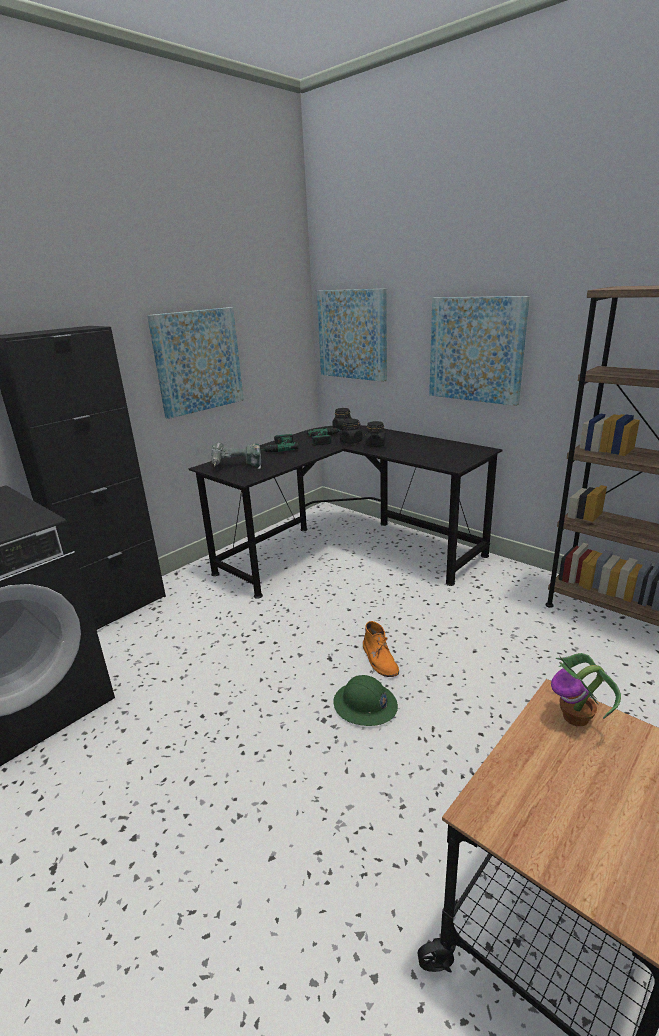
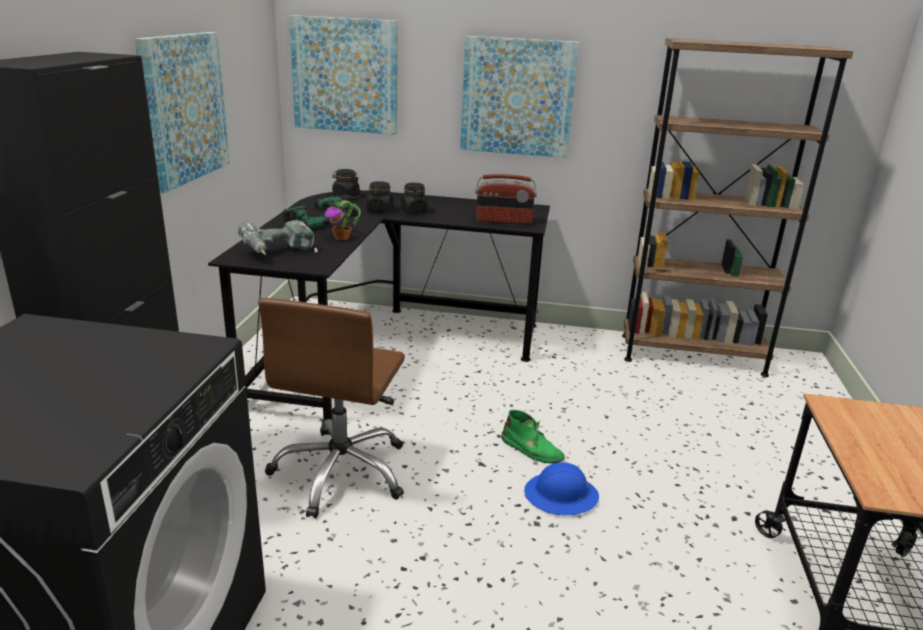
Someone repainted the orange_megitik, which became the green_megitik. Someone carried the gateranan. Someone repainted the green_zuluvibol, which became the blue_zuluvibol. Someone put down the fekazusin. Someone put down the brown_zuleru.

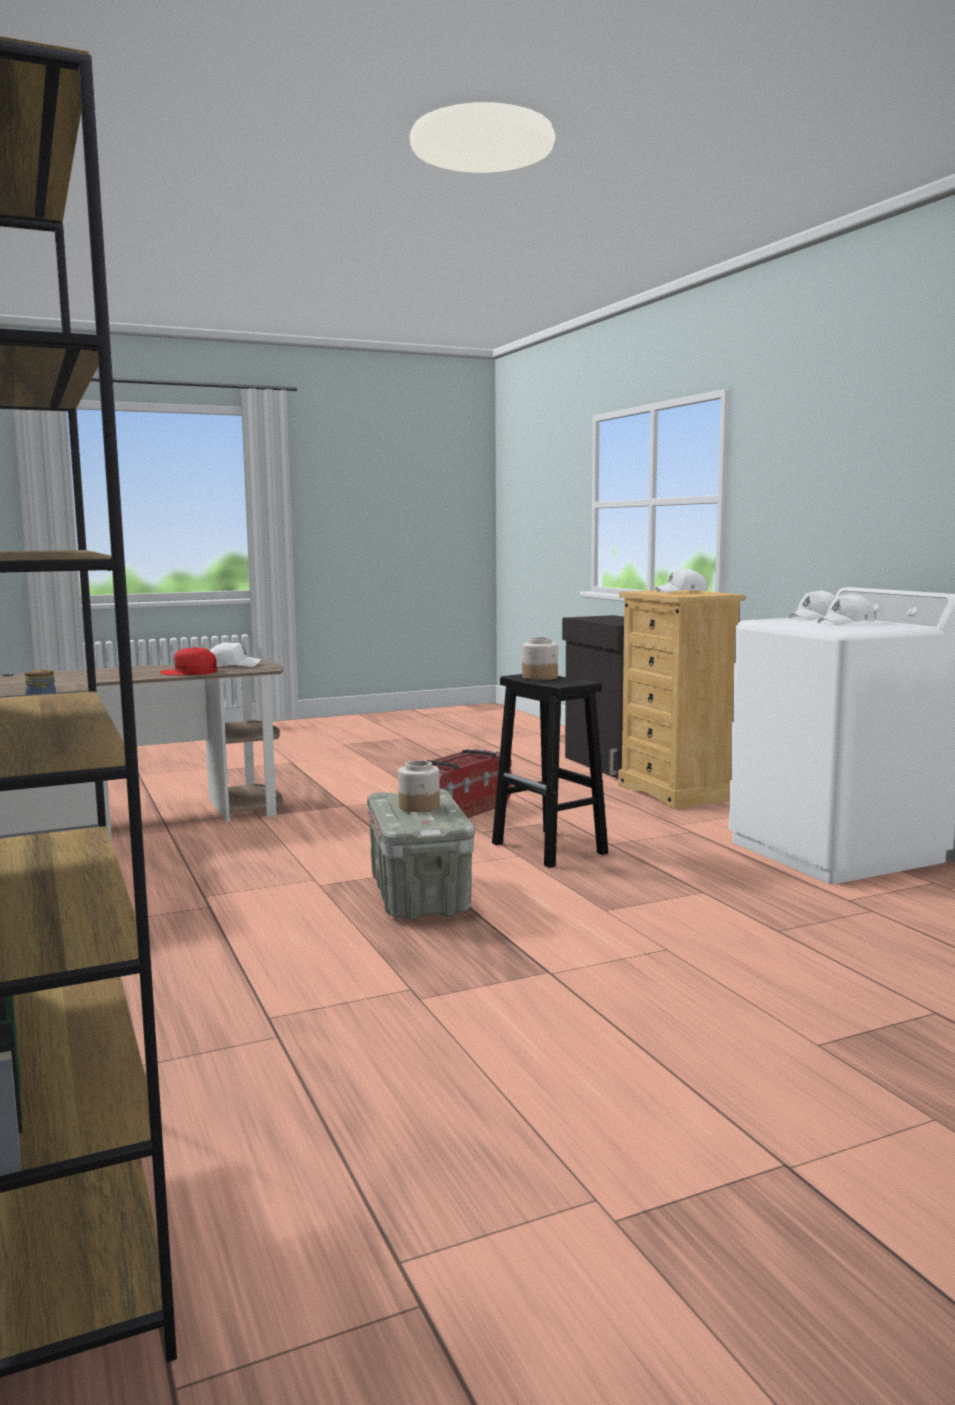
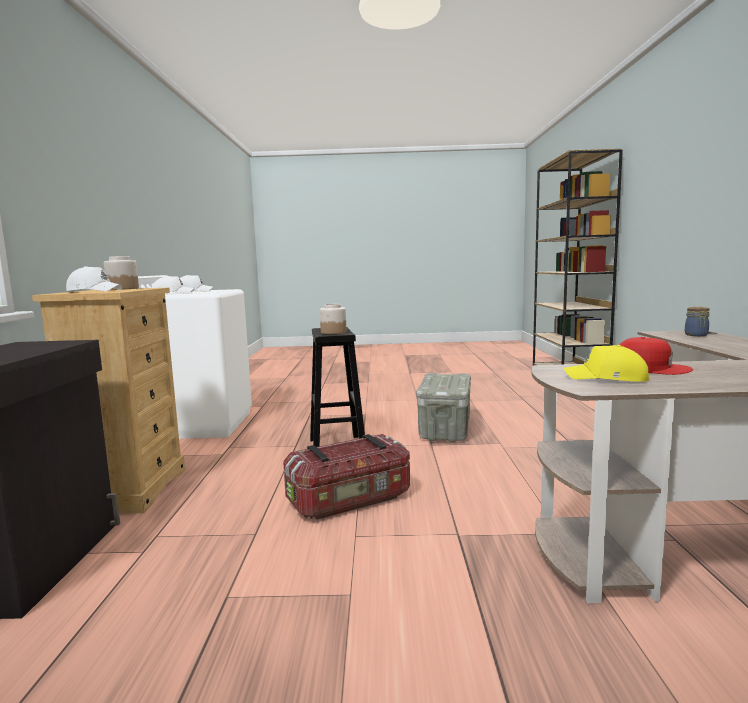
Someone repainted the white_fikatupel (no. 1 from left), which became the yellow_fikatupel. Someone carried the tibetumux (no. 2 from left in the first image).

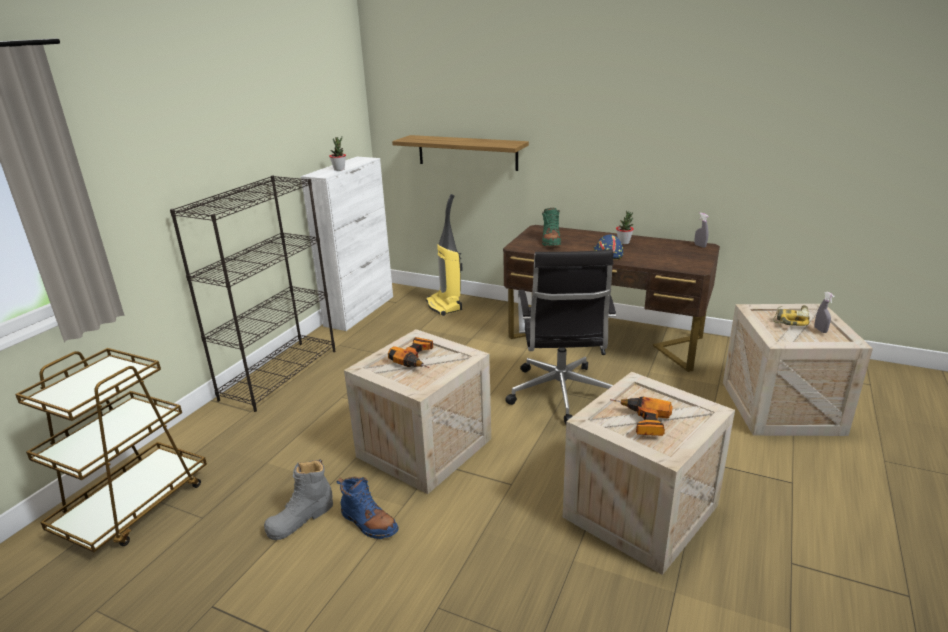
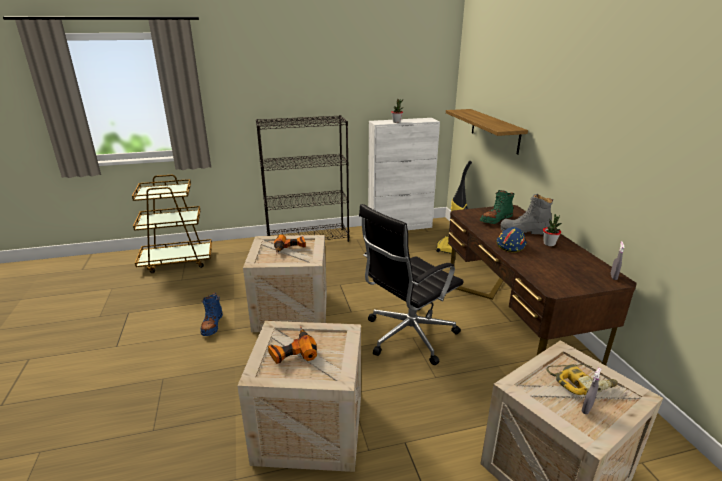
Someone carried the grey_megitik.

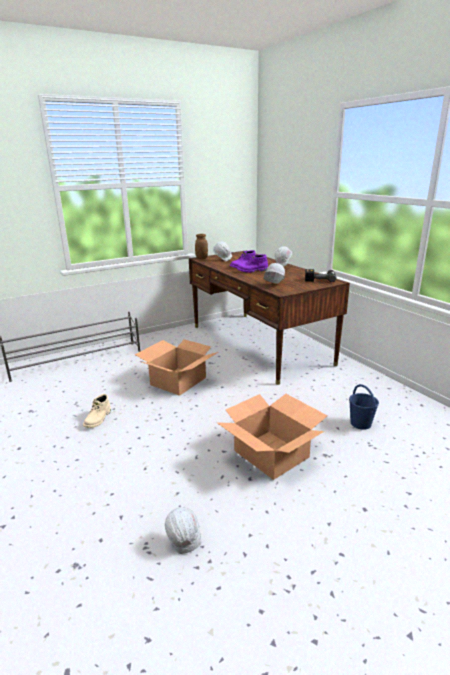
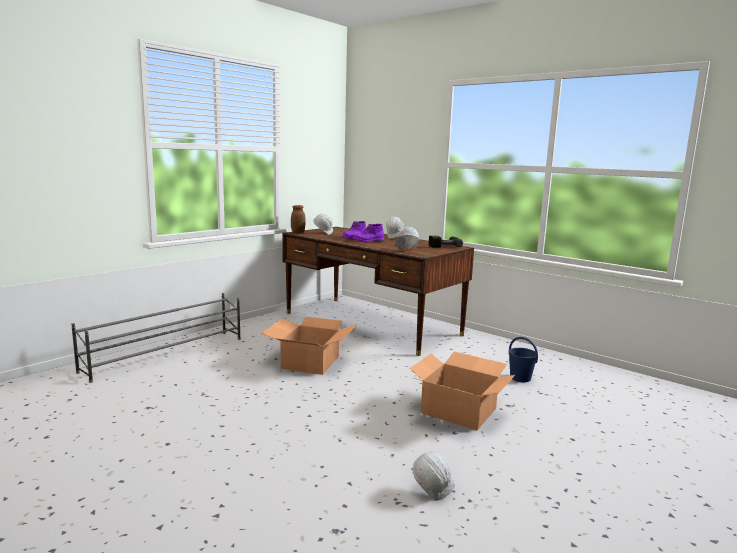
Someone took away the beige_megitik.

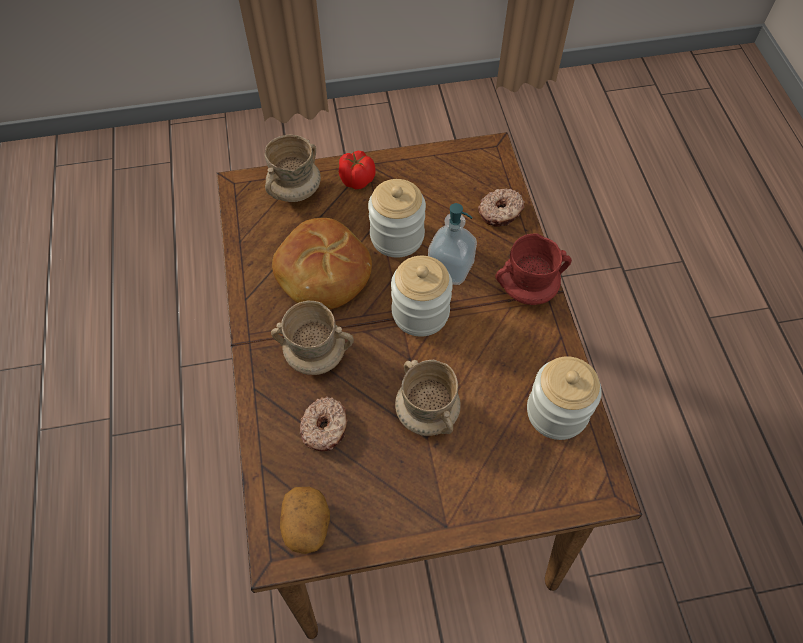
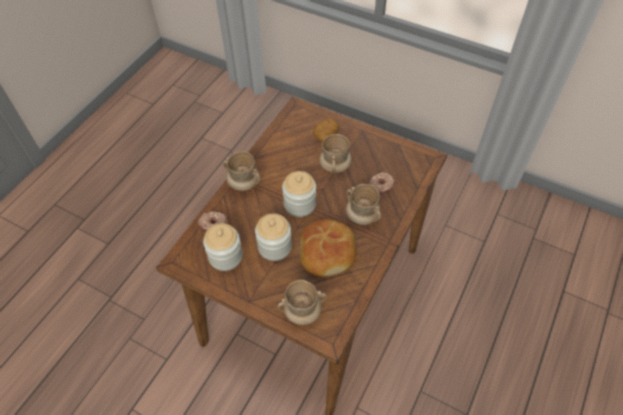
Someone took away the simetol. Someone took away the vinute. Someone repainted the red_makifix, which became the beige_makifix (no. 1 from left). Someone carried the tibetumux (no. 3 from left in the first image). Someone carried the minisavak.

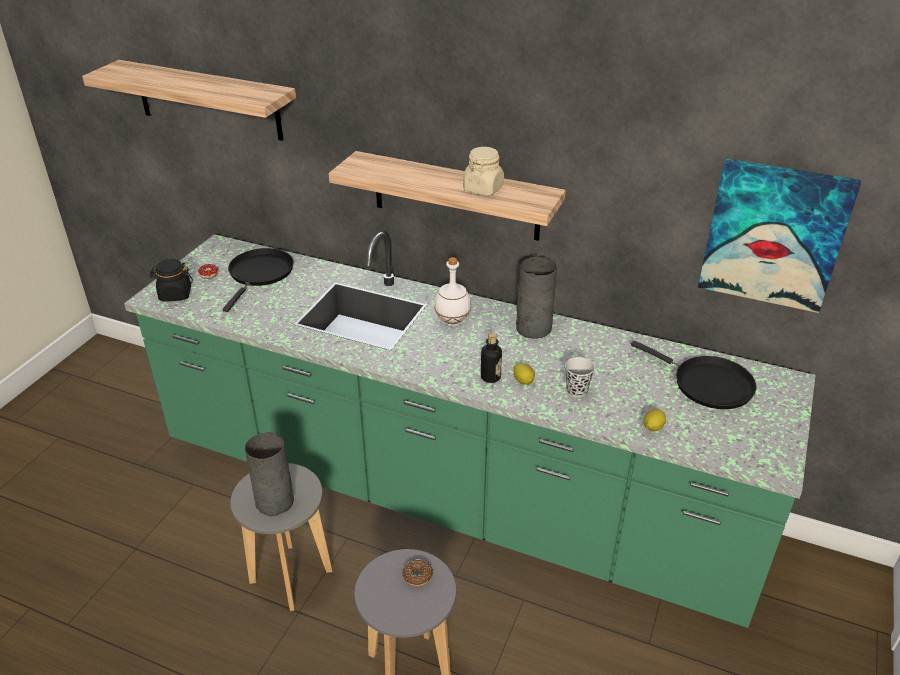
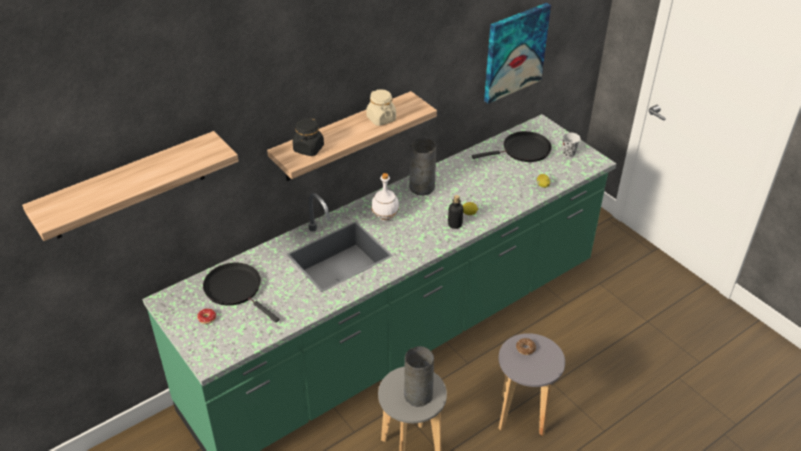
Someone carried the black_tibetumux. Someone carried the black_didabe.

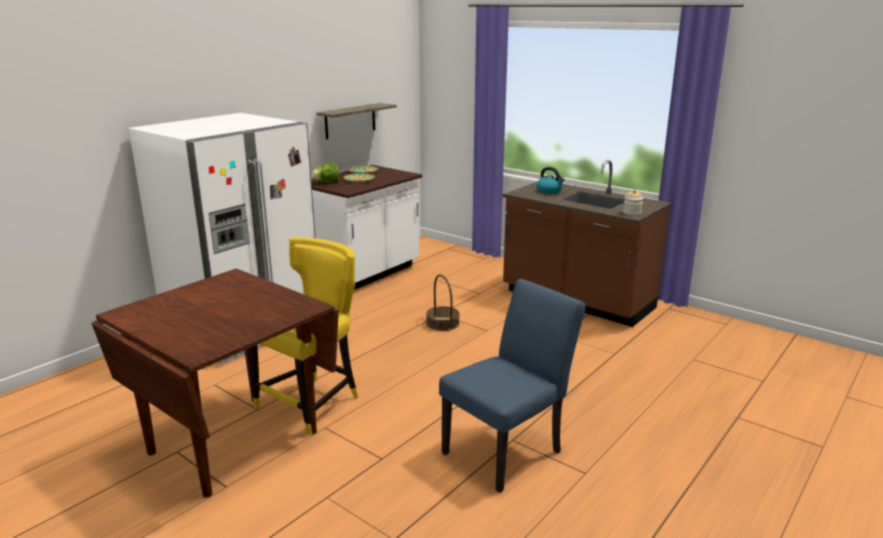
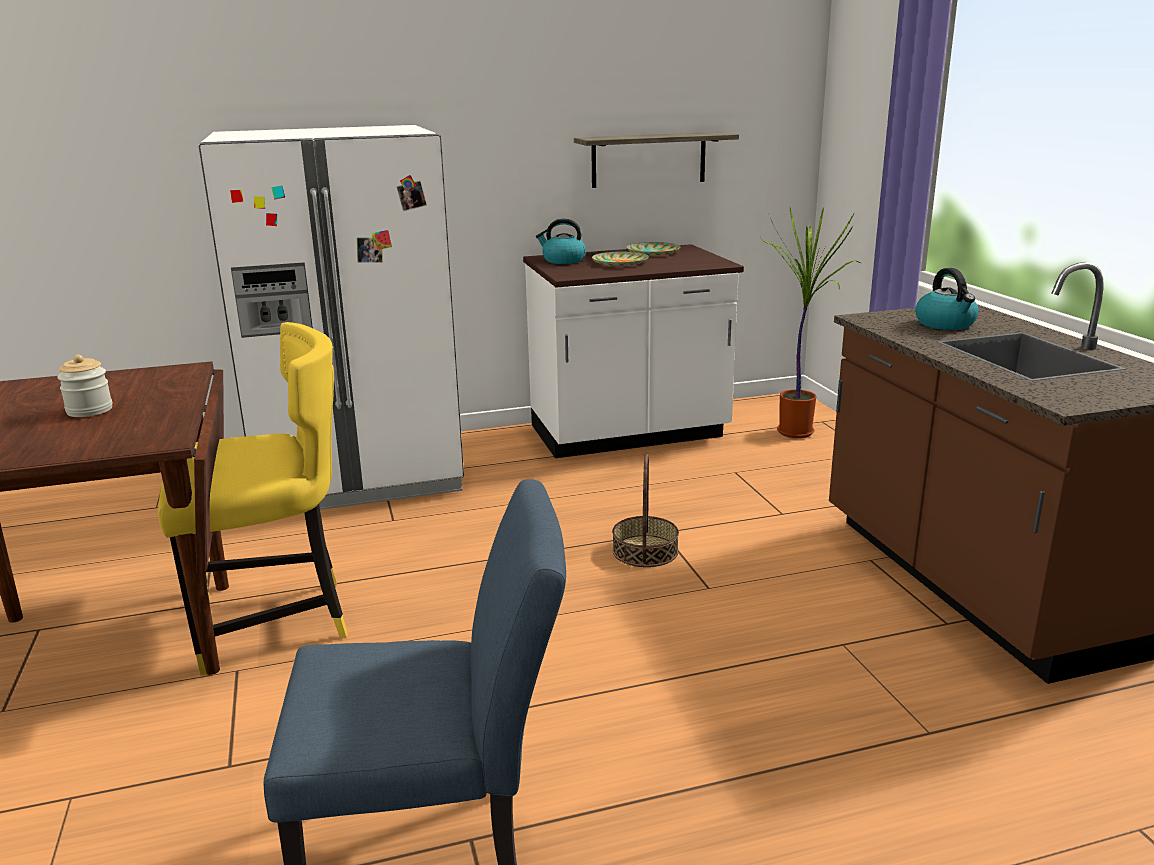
Someone swapped the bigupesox for the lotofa (no. 1 from left). Someone carried the tibetumux. Someone put down the gateranan.

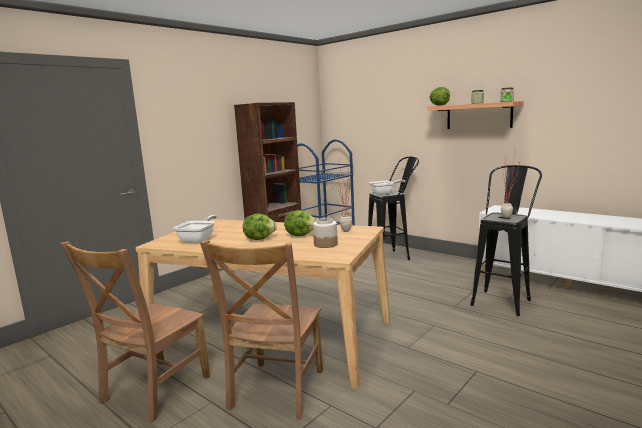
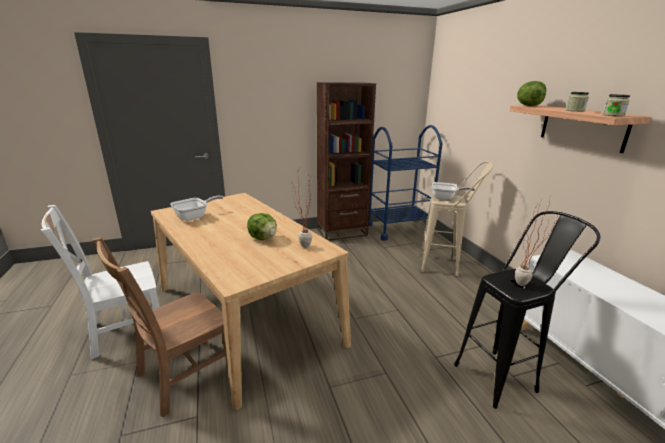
Someone repainted the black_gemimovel (no. 1 from left), which became the beige_gemimovel. Someone took away the bigupesox (no. 1 from left). Someone took away the tibetumux (no. 1 from left). Someone repainted the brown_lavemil (no. 1 from left), which became the white_lavemil.

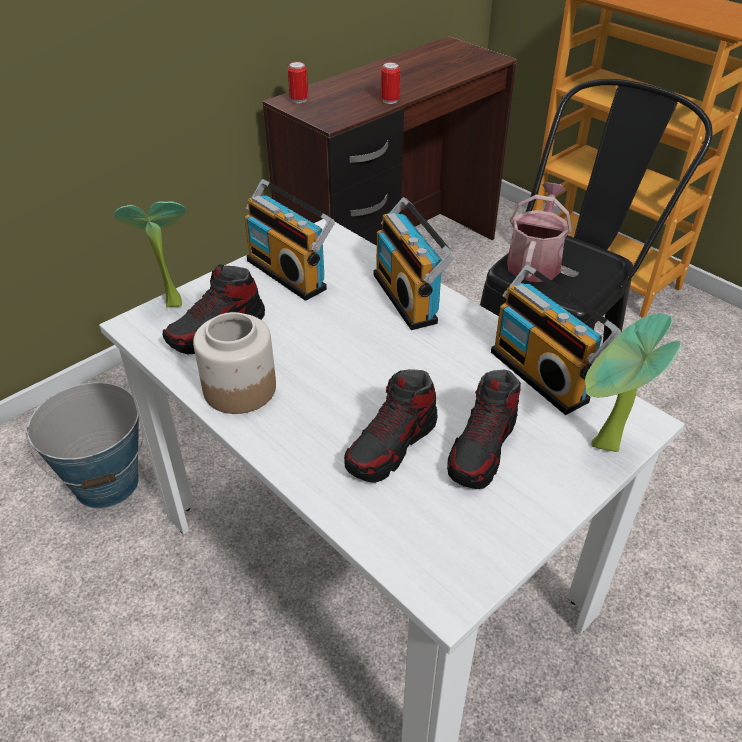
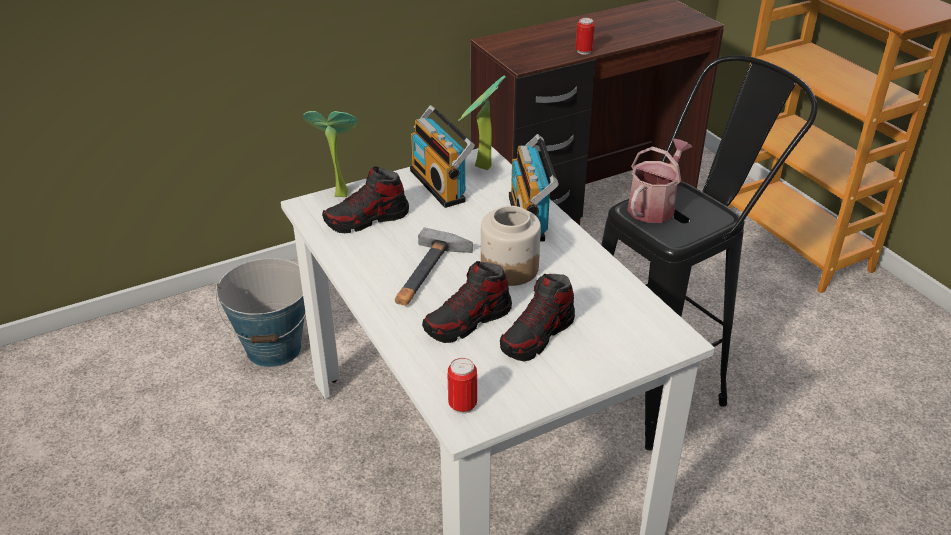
Someone carried the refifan (no. 1 from left). Someone took away the fekazusin (no. 3 from left). Someone carried the tibetumux. Someone carried the gateranan (no. 2 from left). Someone put down the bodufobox.

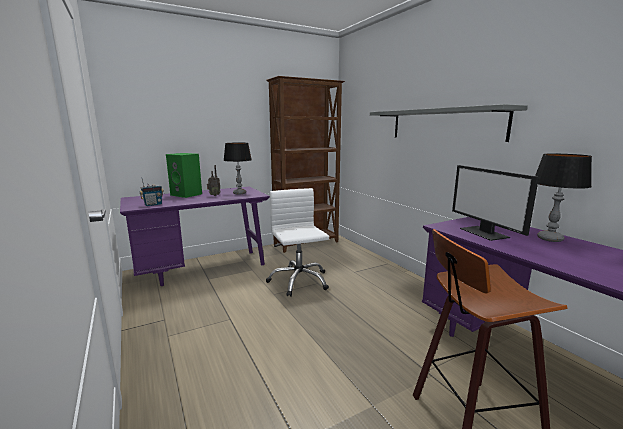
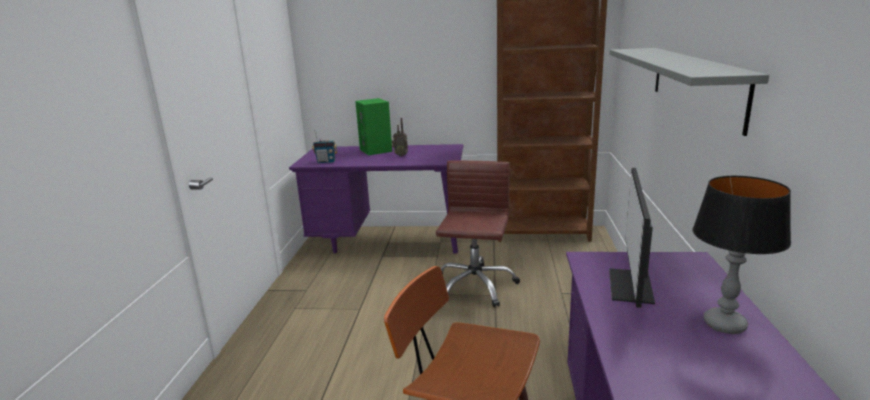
Someone took away the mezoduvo (no. 1 from left). Someone repainted the white_zuleru, which became the brown_zuleru.

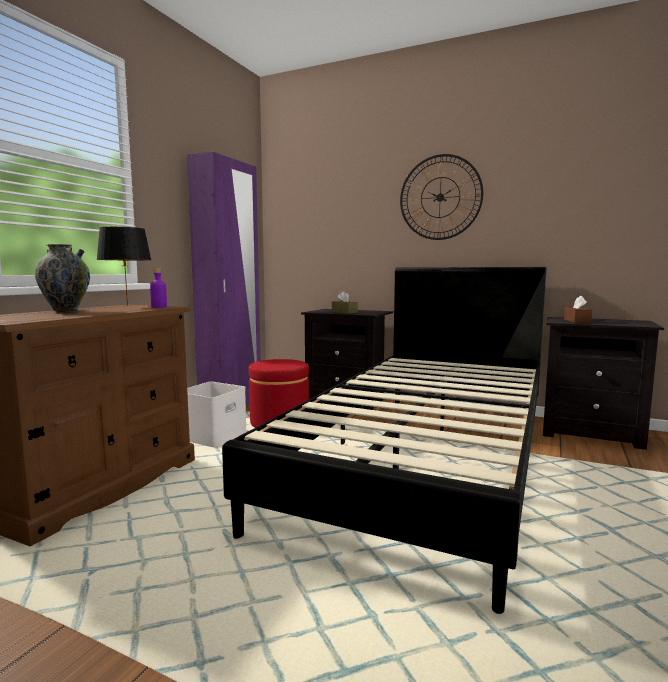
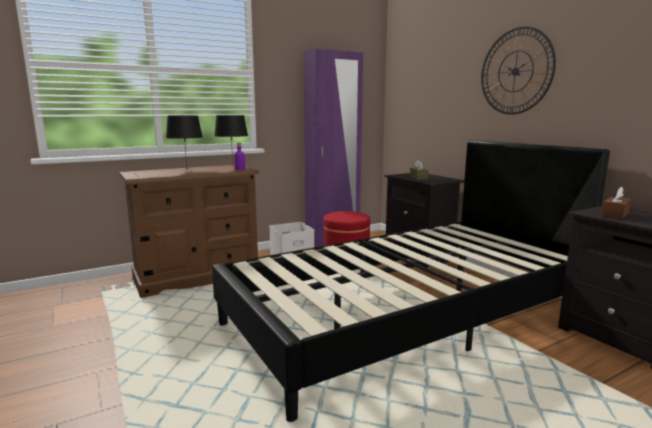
Someone swapped the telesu for the black_mezoduvo (no. 1 from left).

